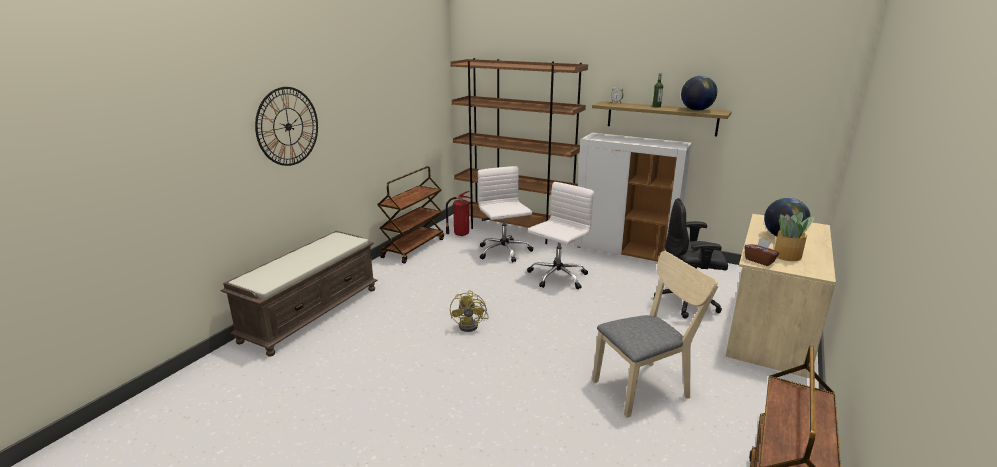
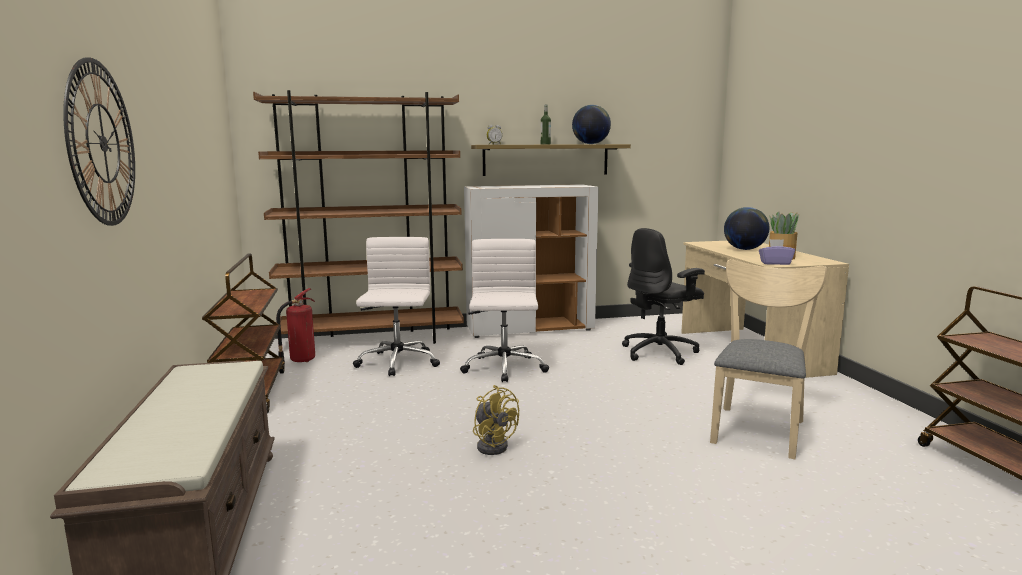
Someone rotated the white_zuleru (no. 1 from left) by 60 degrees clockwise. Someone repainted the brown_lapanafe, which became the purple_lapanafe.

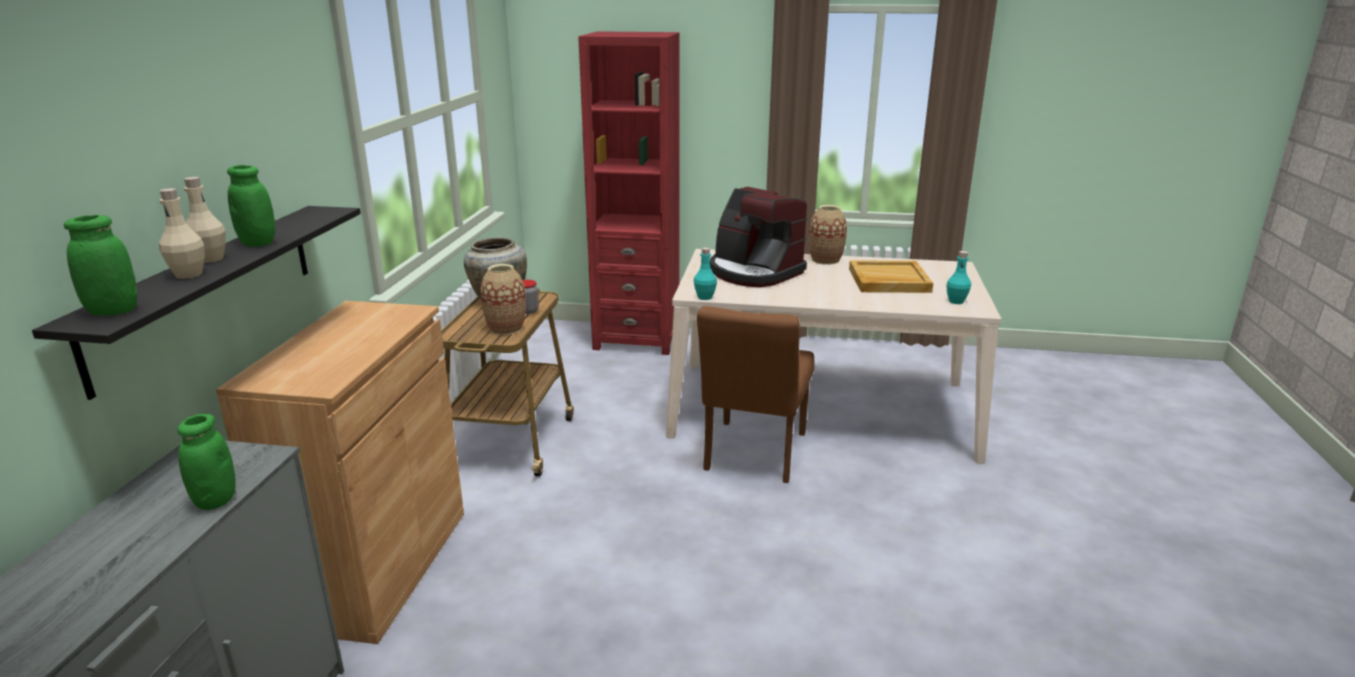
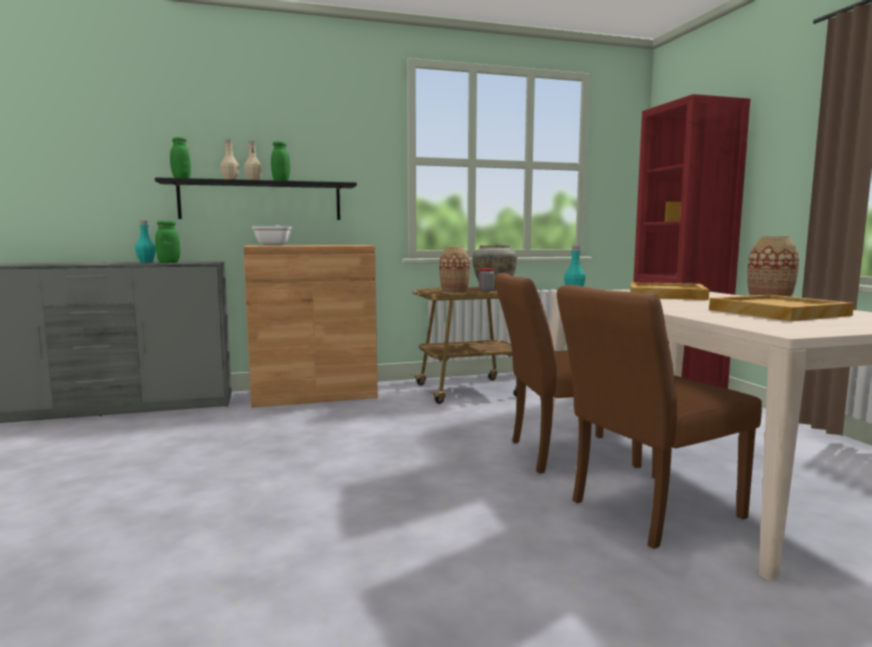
Someone swapped the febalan for the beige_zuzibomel (no. 1 from left). Someone carried the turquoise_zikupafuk (no. 2 from left in the first image). Someone put down the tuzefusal. Someone put down the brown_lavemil (no. 2 from left).

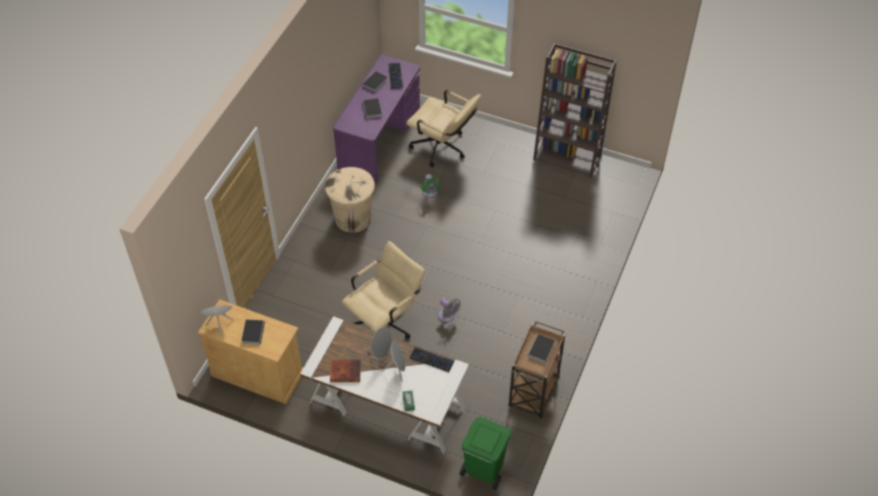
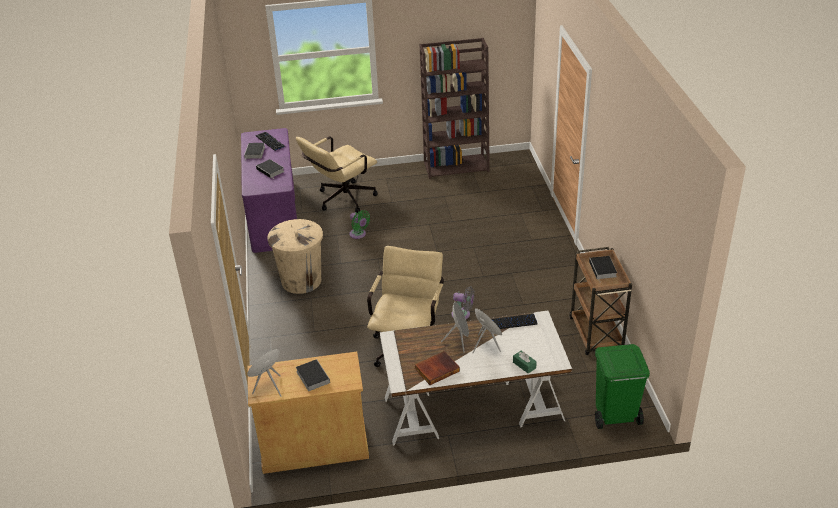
Someone rotated the beige_zuleru (no. 2 from left in the first image) by 135 degrees clockwise.

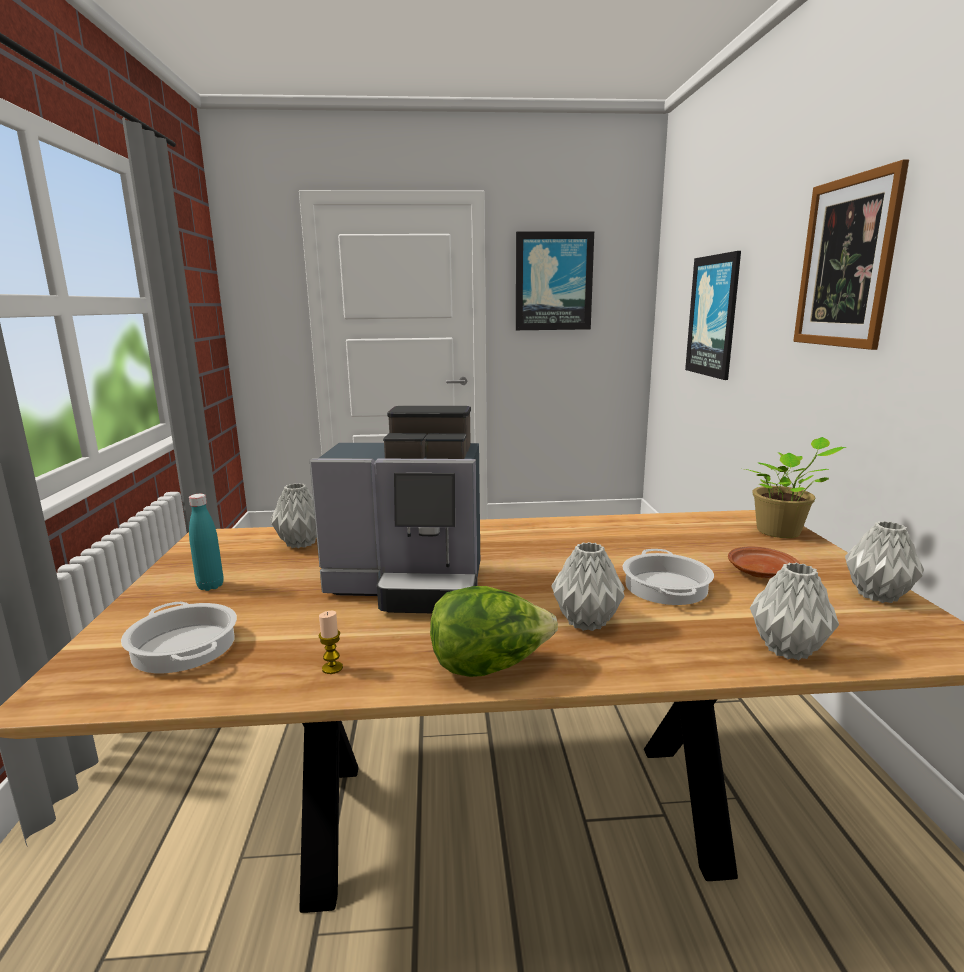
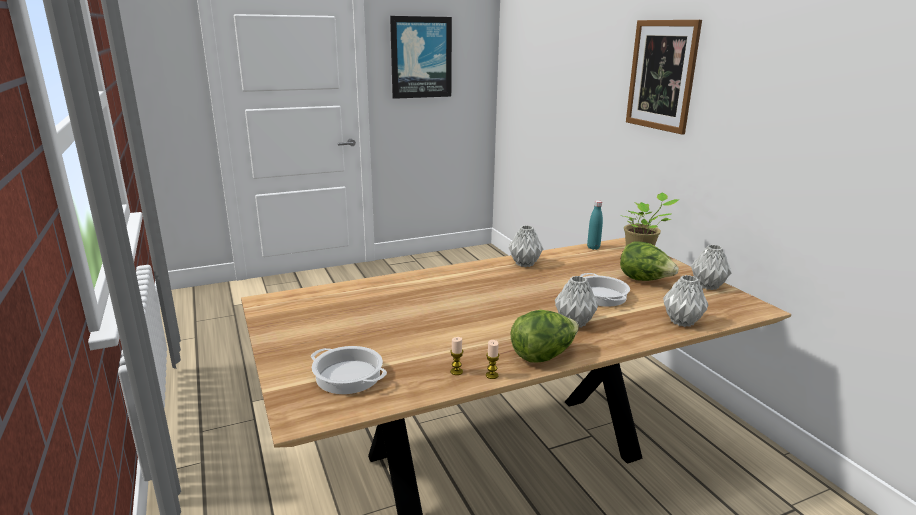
Someone took away the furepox (no. 2 from left). Someone took away the febalan. Someone carried the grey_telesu (no. 1 from left). Someone carried the turquoise_zikupafuk. Someone swapped the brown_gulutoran for the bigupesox (no. 2 from left). Someone put down the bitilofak (no. 2 from left).

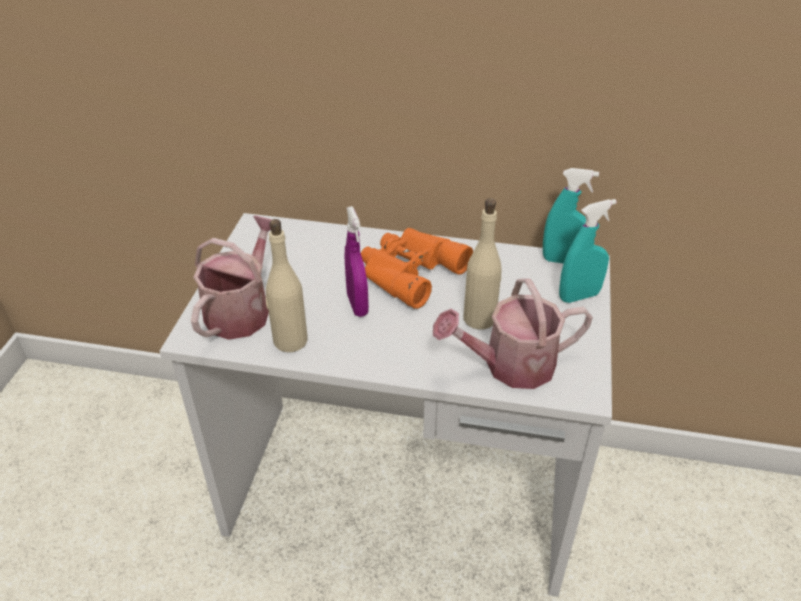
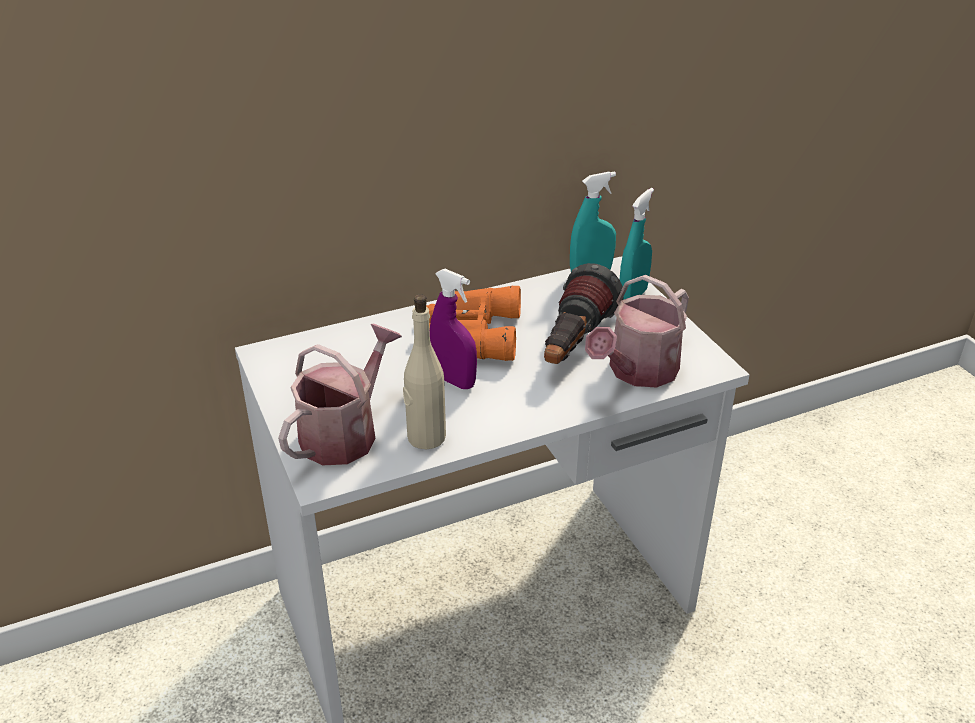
Someone swapped the beige_zikupafuk (no. 2 from left) for the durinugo. Someone rotated the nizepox (no. 1 from left) by 45 degrees clockwise.

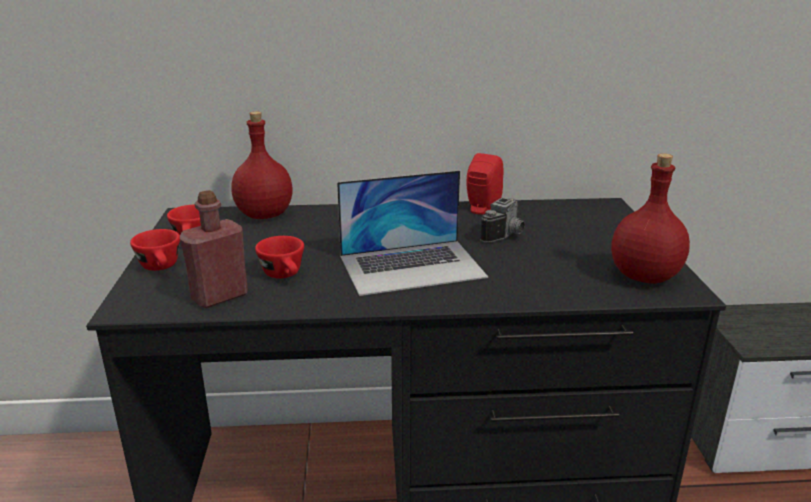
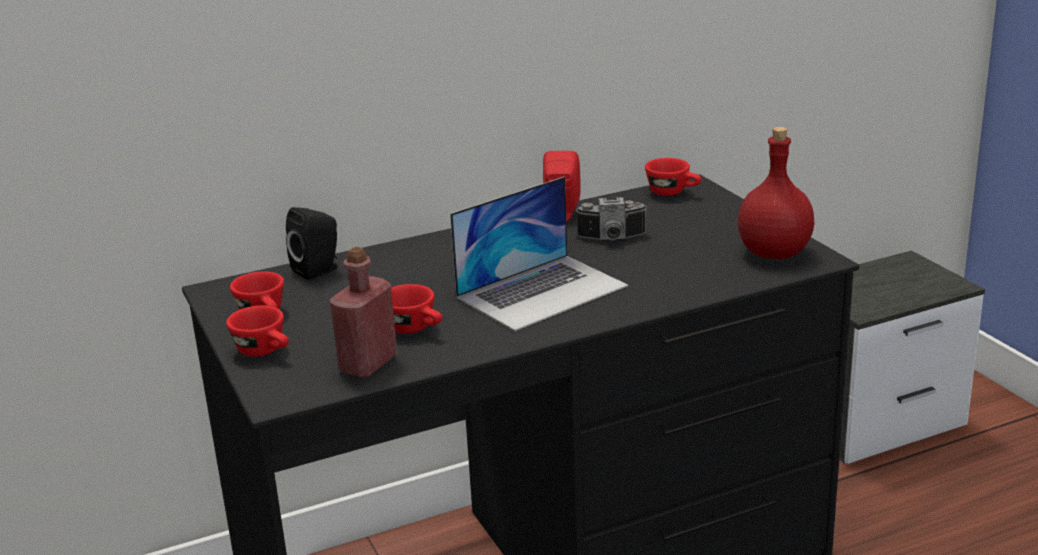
Someone swapped the red_zikupafuk (no. 2 from left) for the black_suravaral. Someone rotated the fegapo by 75 degrees clockwise. Someone put down the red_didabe (no. 4 from left).

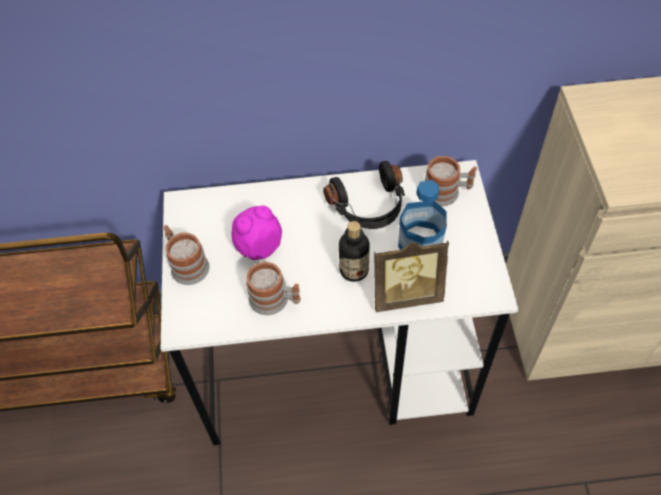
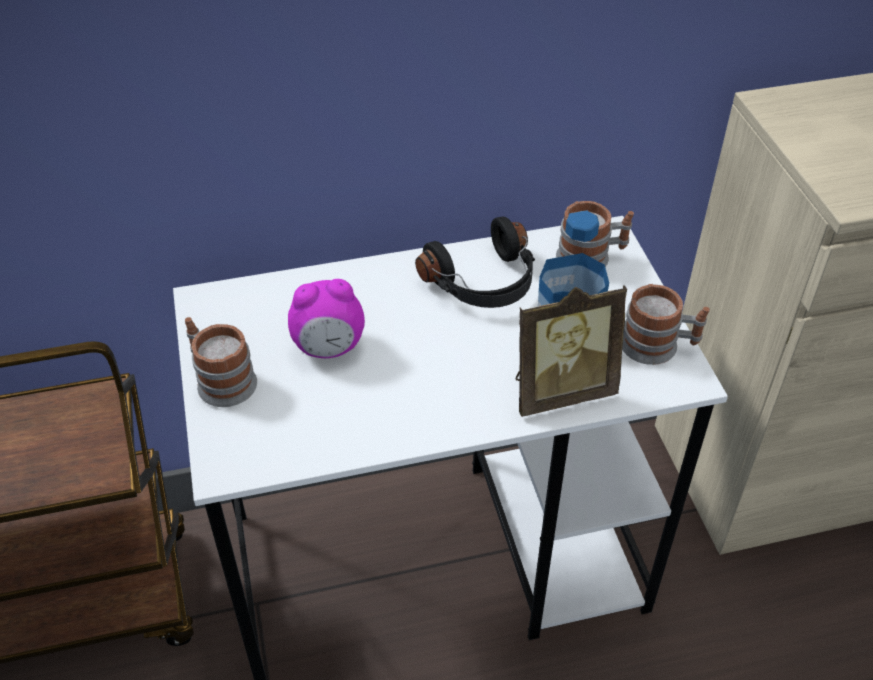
Someone rotated the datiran by 150 degrees counterclockwise. Someone took away the zikupafuk (no. 1 from left). Someone carried the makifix (no. 2 from left in the first image).

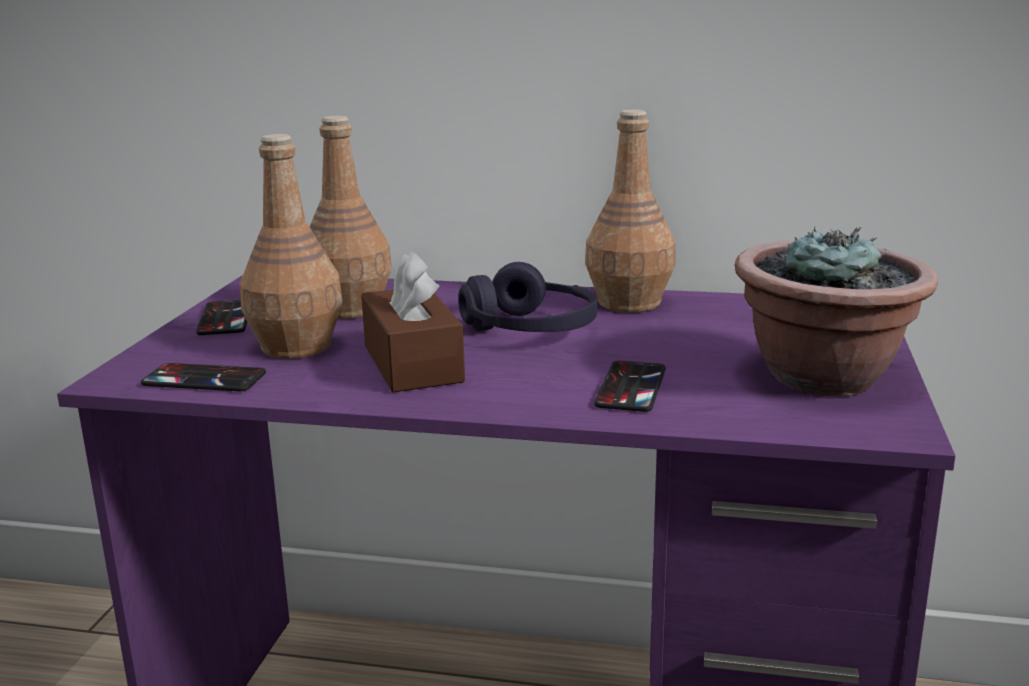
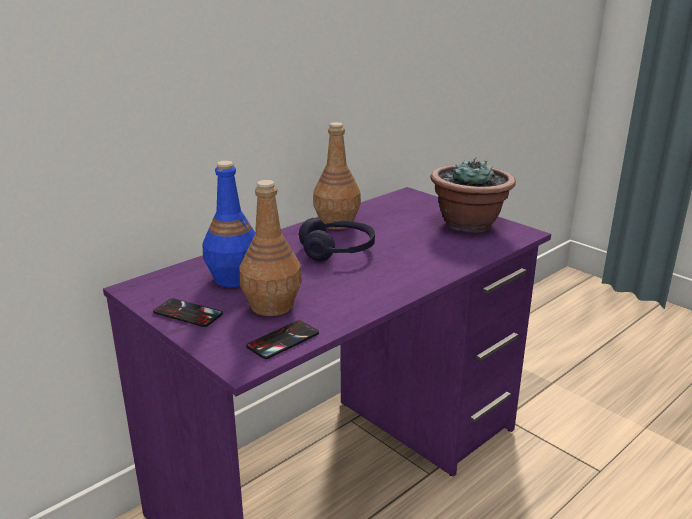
Someone repainted the brown_zikupafuk (no. 2 from left), which became the blue_zikupafuk. Someone took away the brown_lapanafe. Someone took away the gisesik (no. 3 from left).

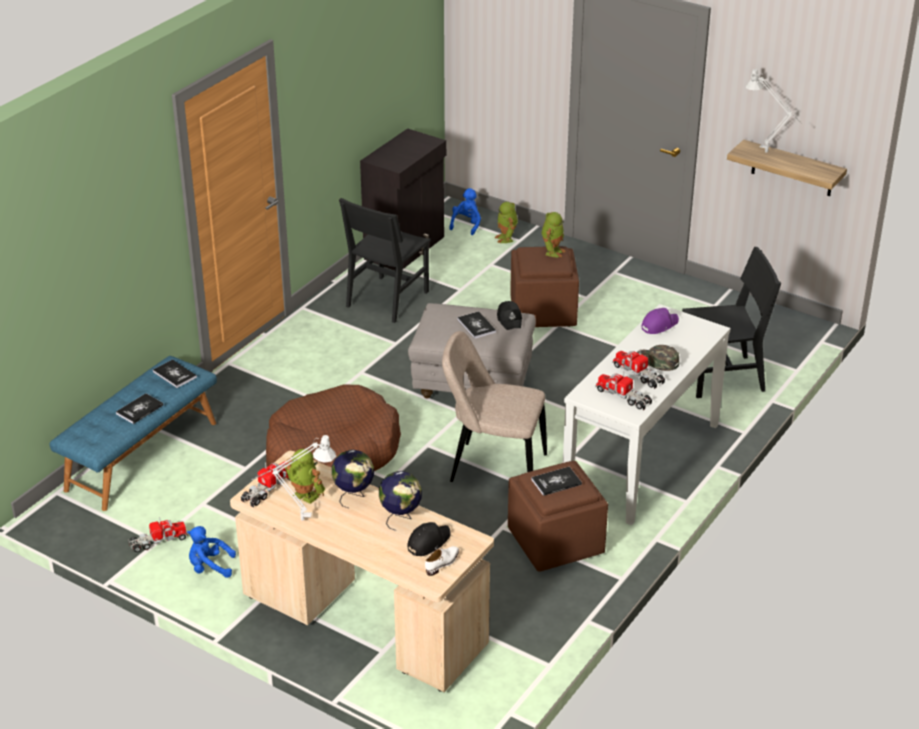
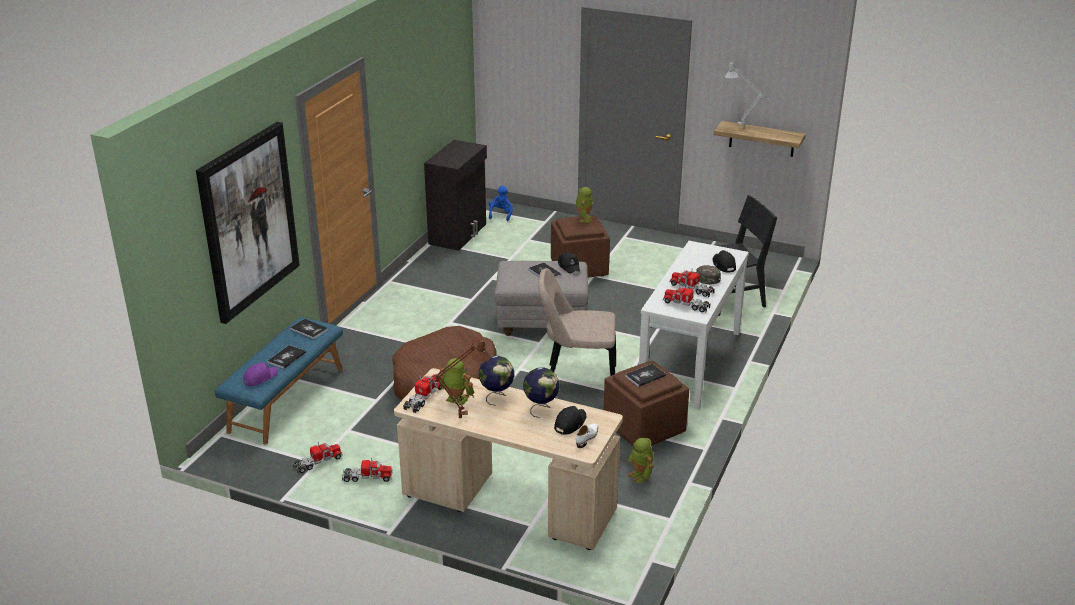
Someone took away the black_lavemil (no. 1 from left). Someone carried the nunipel (no. 2 from left in the first image). Someone carried the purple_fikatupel. Someone repainted the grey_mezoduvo (no. 1 from left), which became the brown_mezoduvo. Someone swapped the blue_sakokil (no. 1 from left) for the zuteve (no. 2 from left). Someone put up the furepox. Someone put down the black_fikatupel (no. 3 from left).

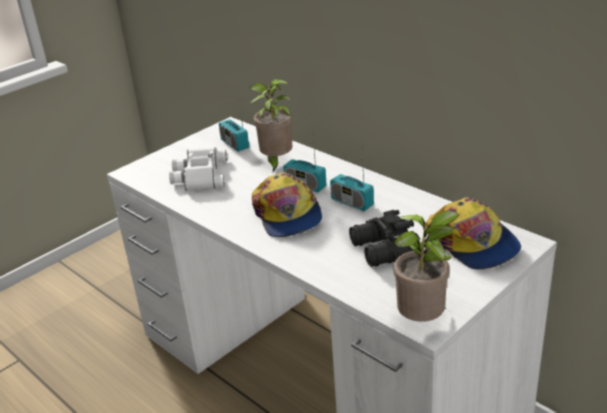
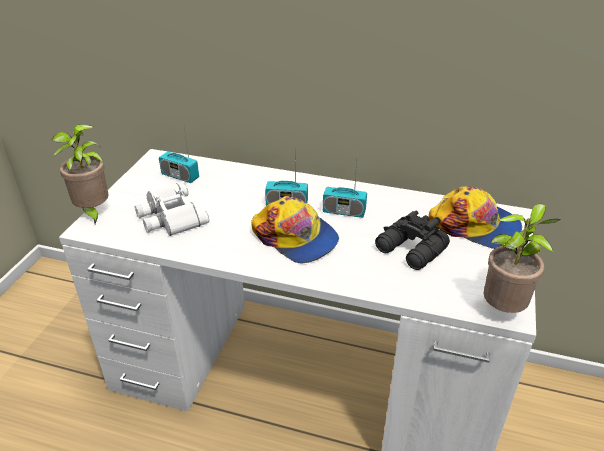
Someone carried the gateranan (no. 1 from left).

